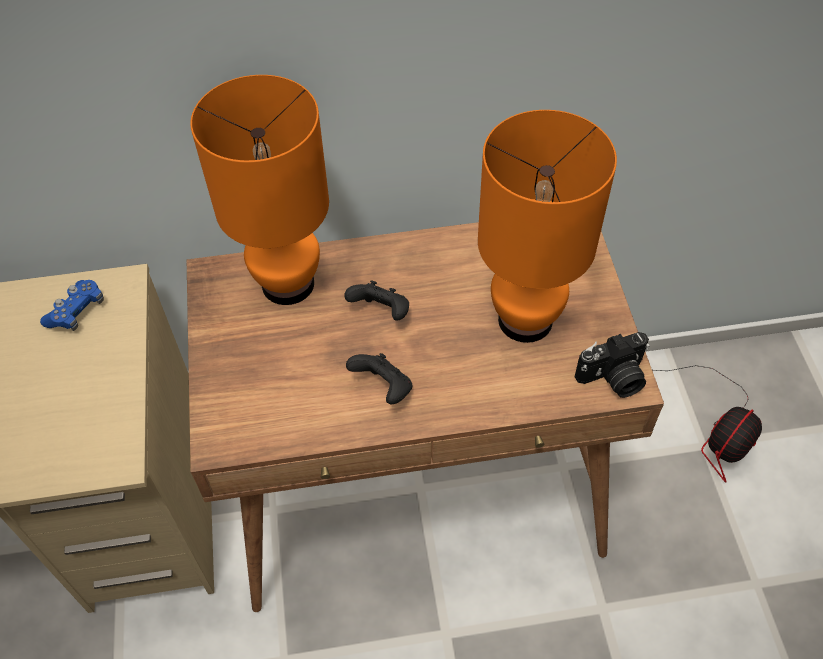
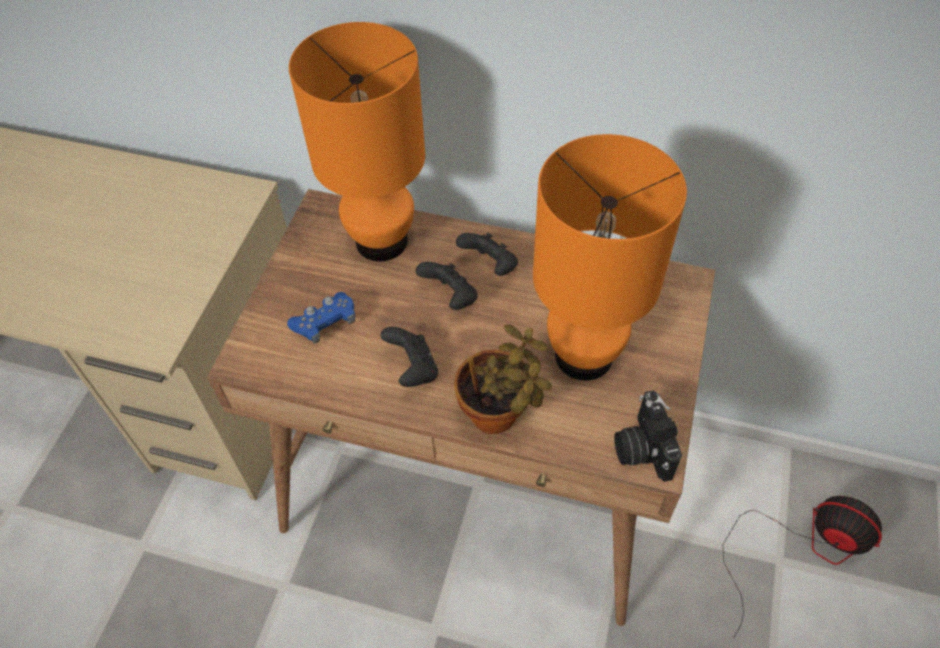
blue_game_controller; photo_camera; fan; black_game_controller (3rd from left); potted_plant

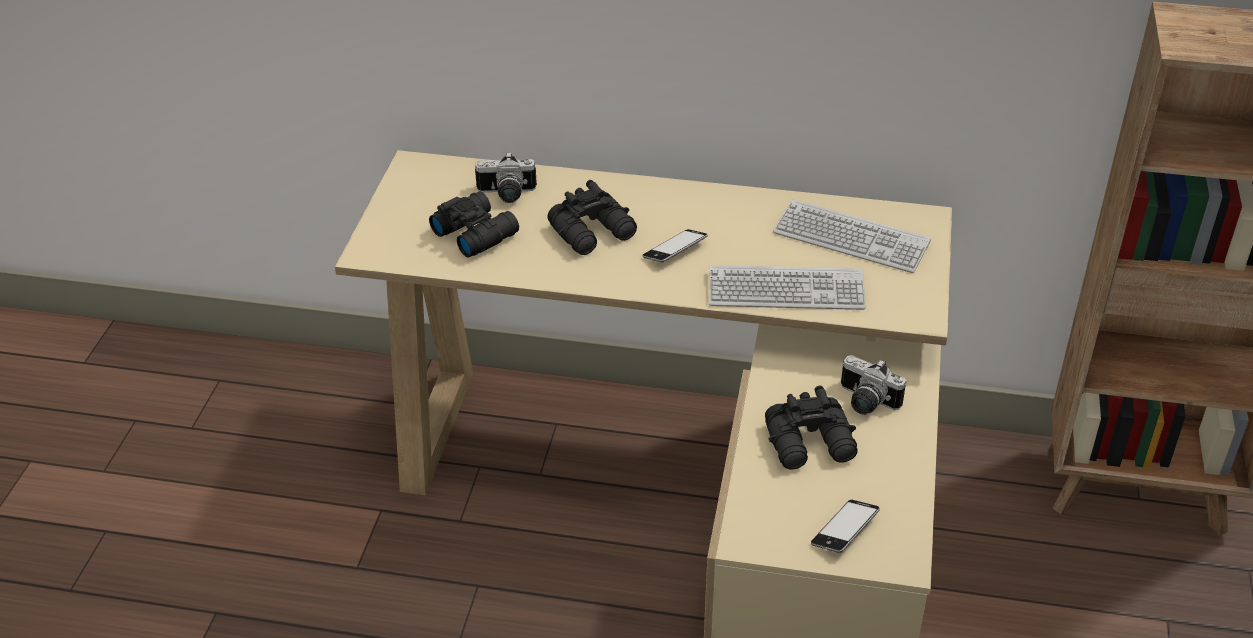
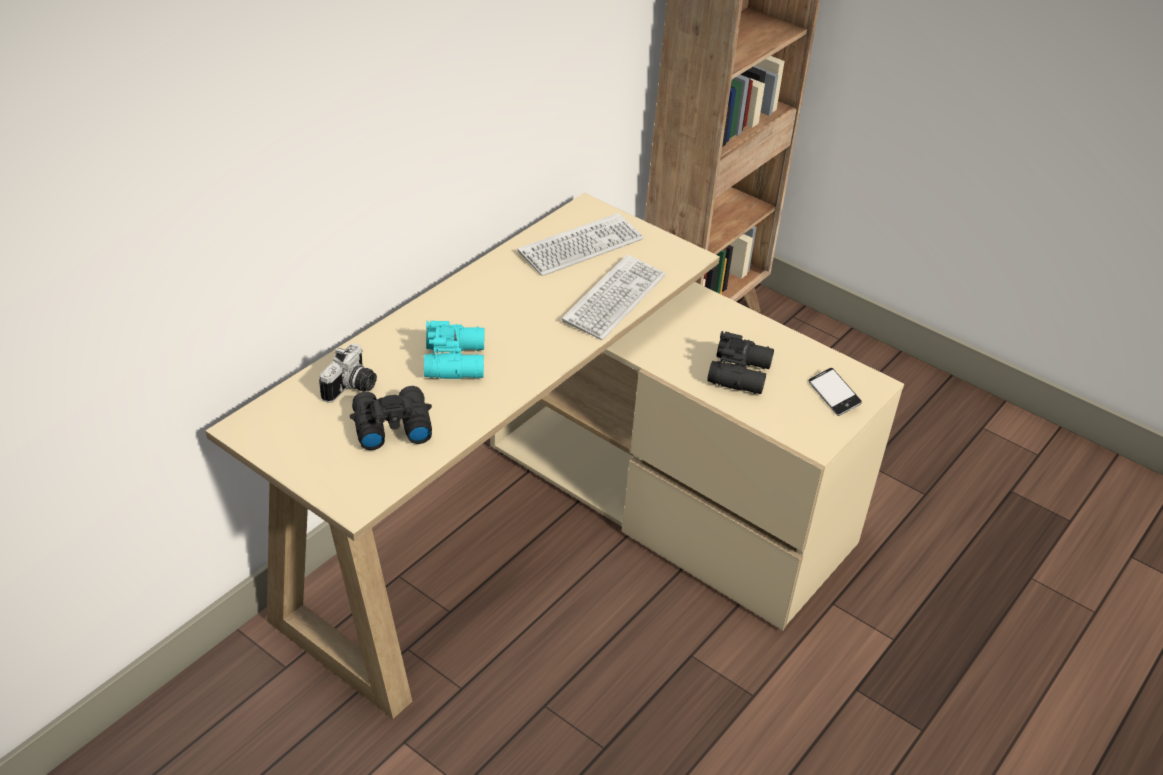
turquoise_binoculars; phone (1st from left in the first image); photo_camera (2nd from left in the first image)

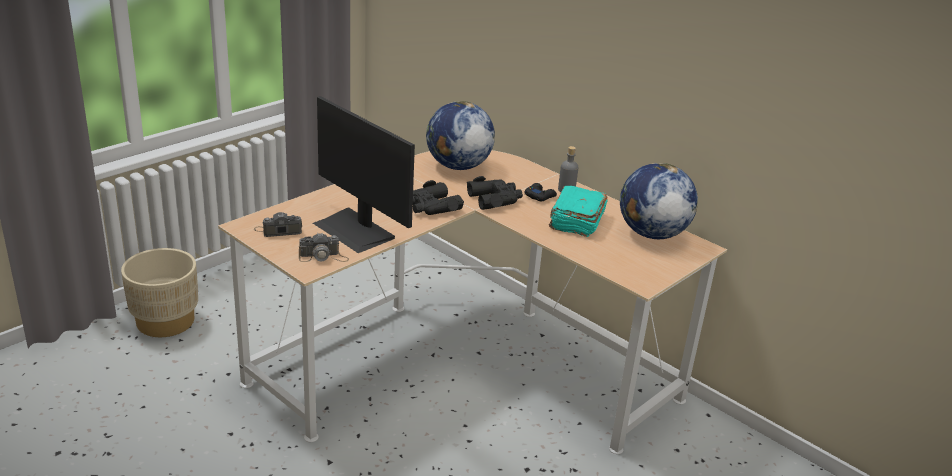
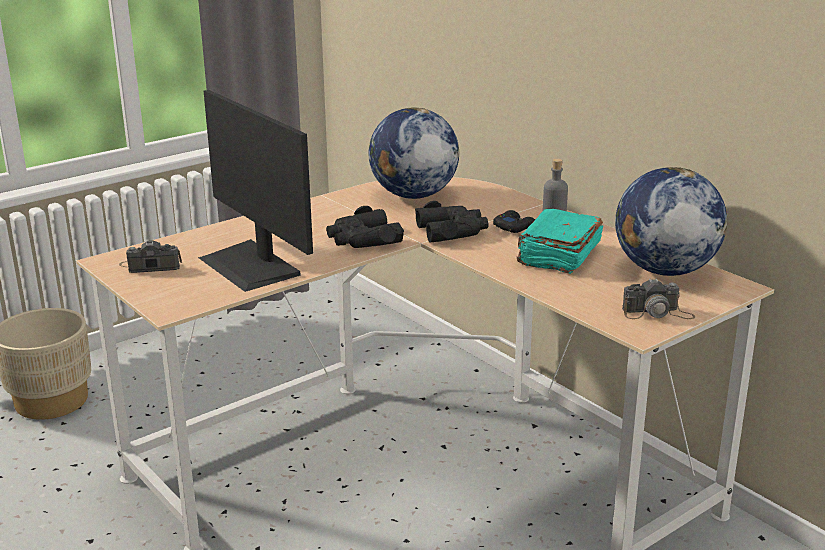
photo_camera (2nd from left)

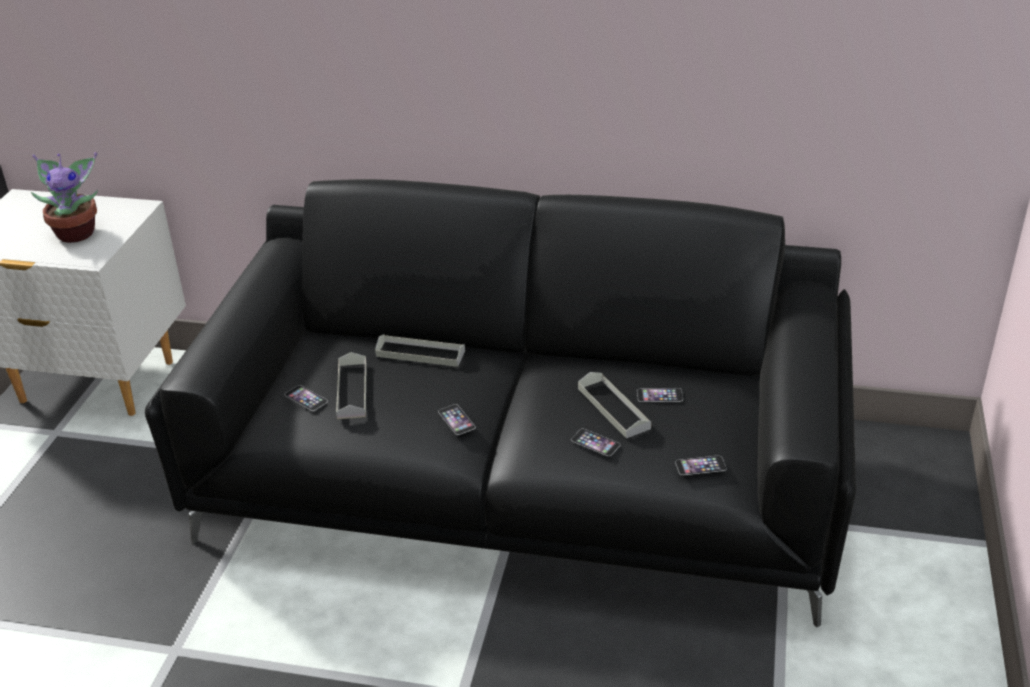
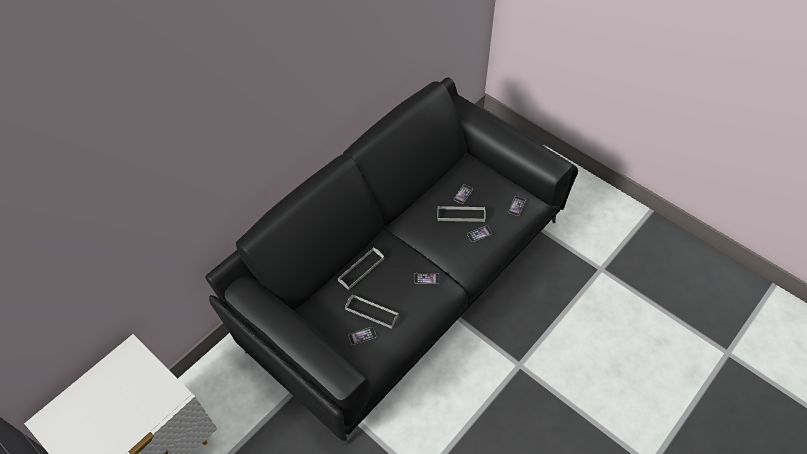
potted_plant

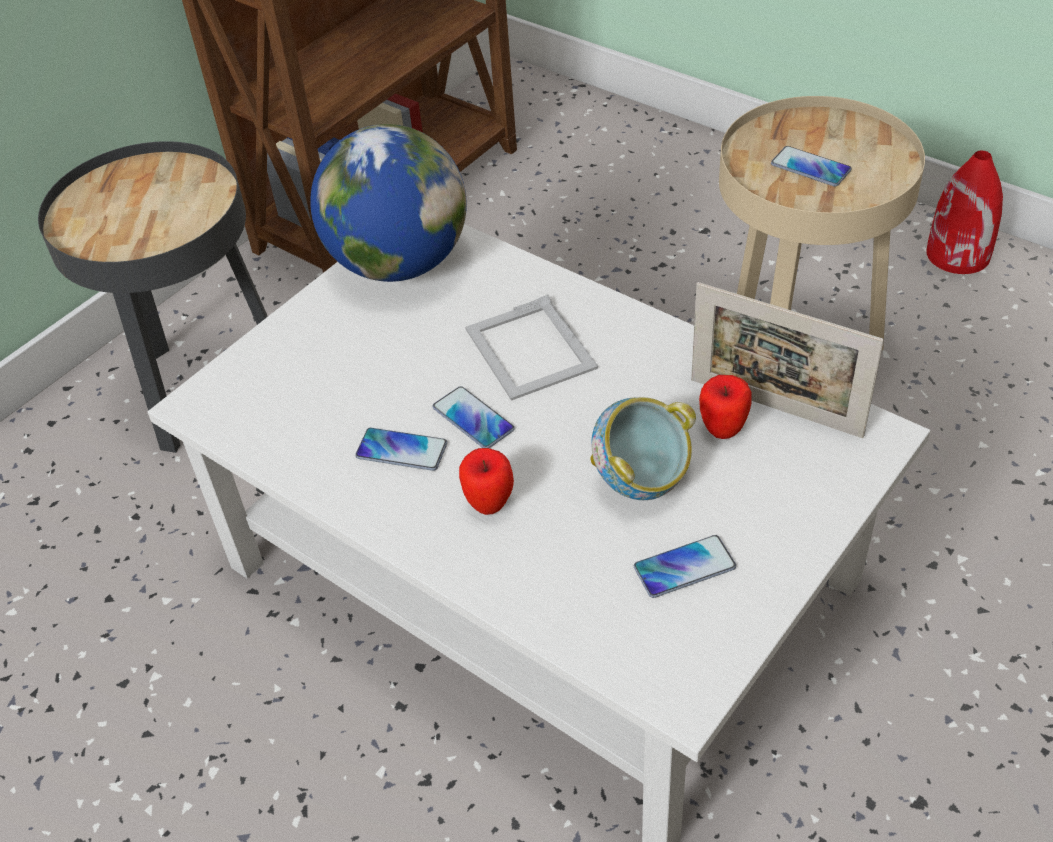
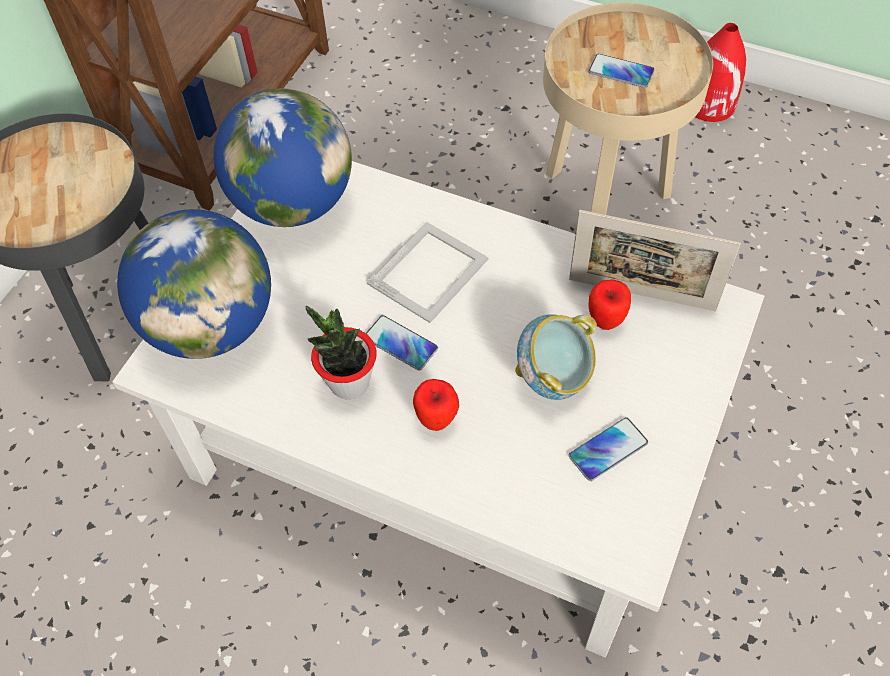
picture_frame (1st from left); potted_plant; globe (1st from left)

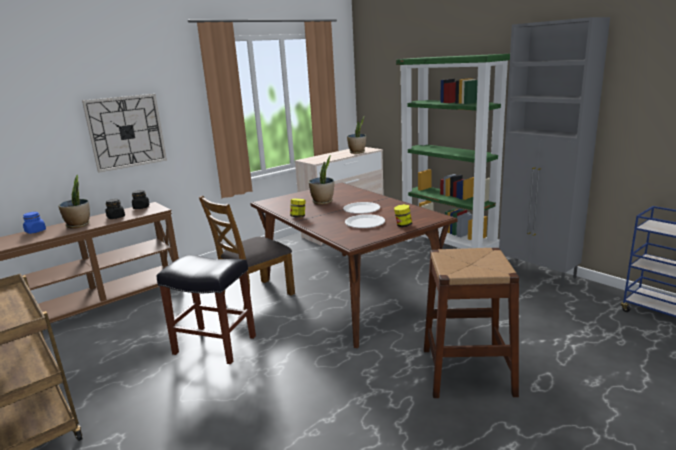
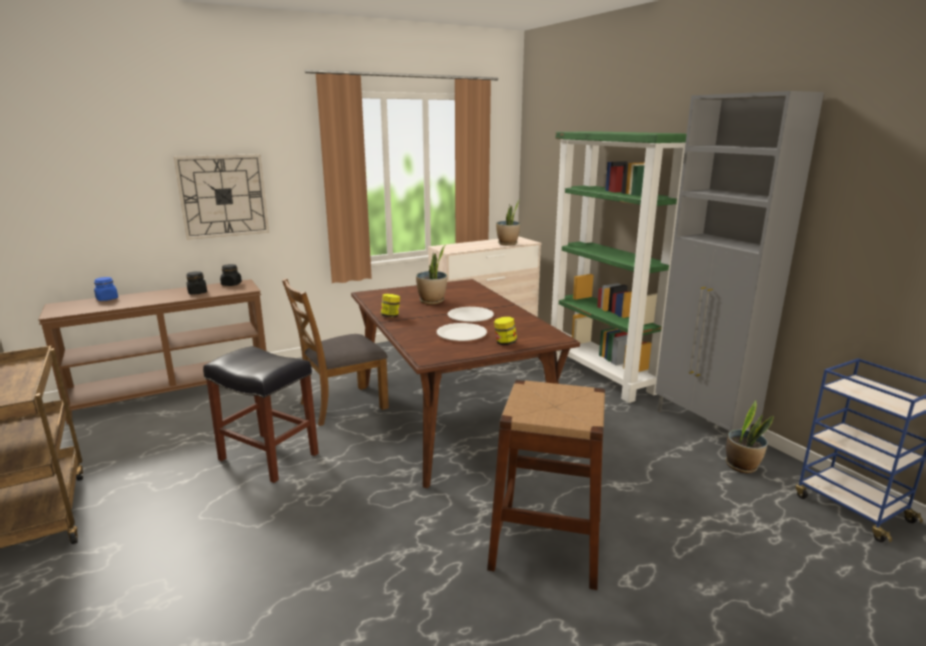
potted_plant (3rd from left)

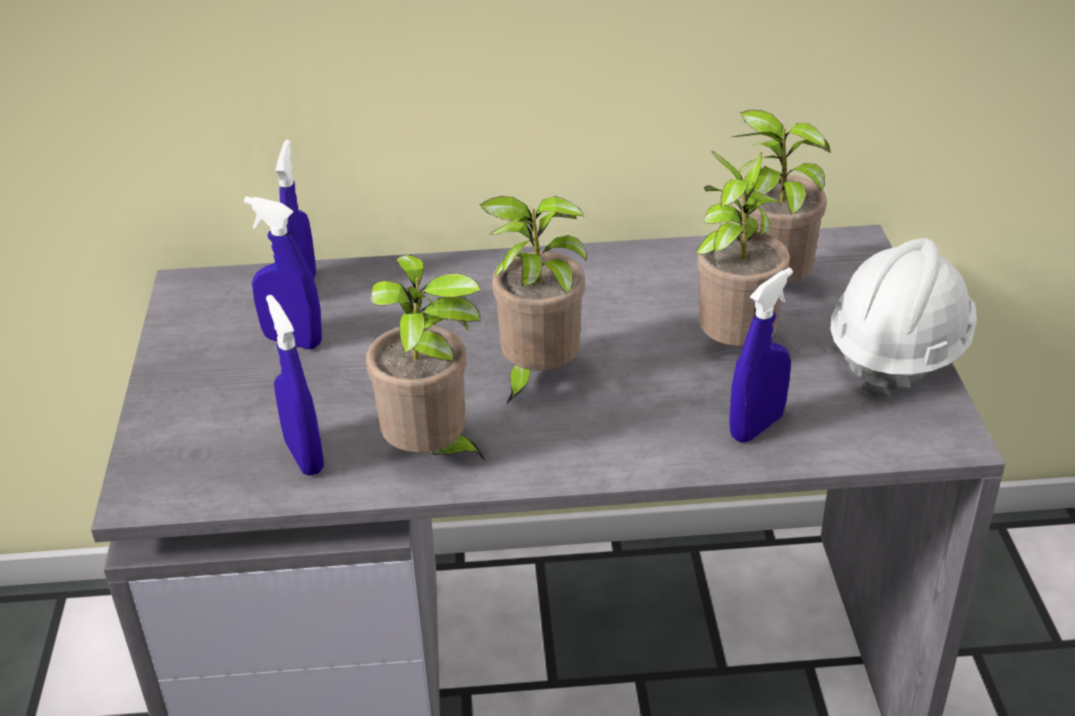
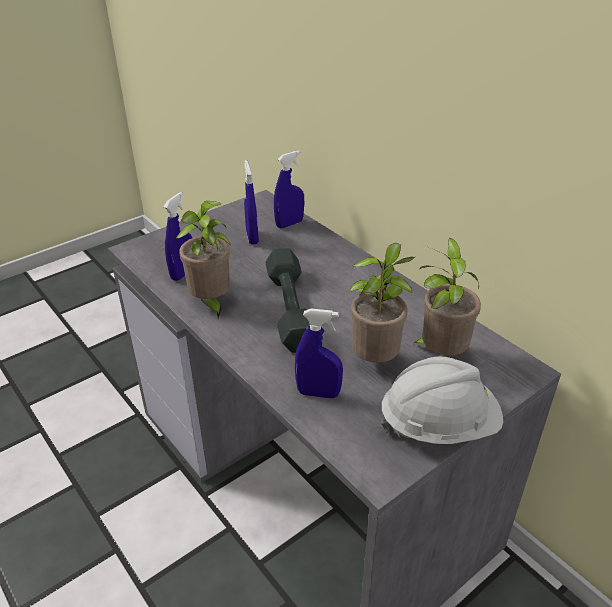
grey_dumbbell

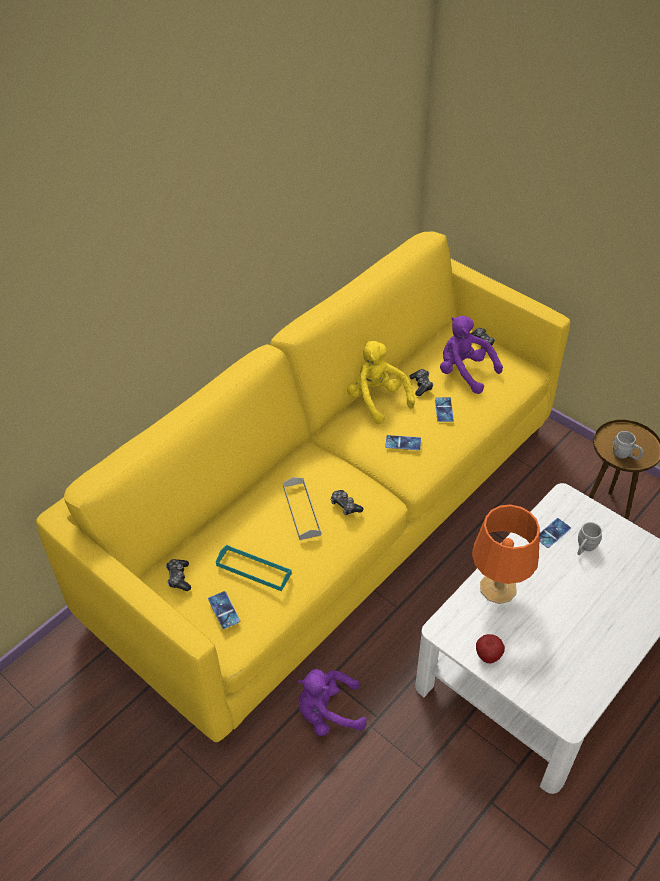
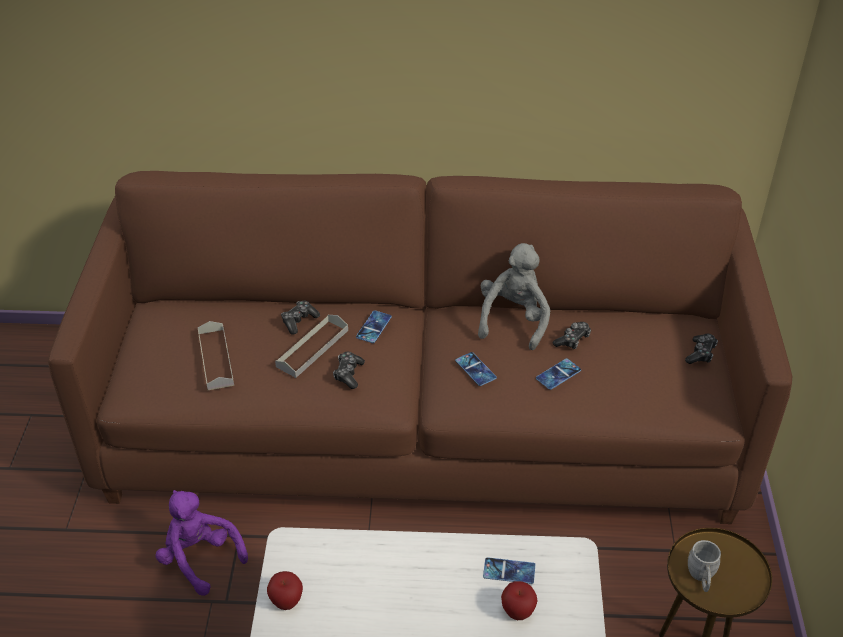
brown_sofa; purple_plush_toy (2nd from left in the first image); grey_plush_toy; orange_table_lamp; apple (2nd from left); grey_tray (1st from left); game_controller (1st from left); phone (1st from left)

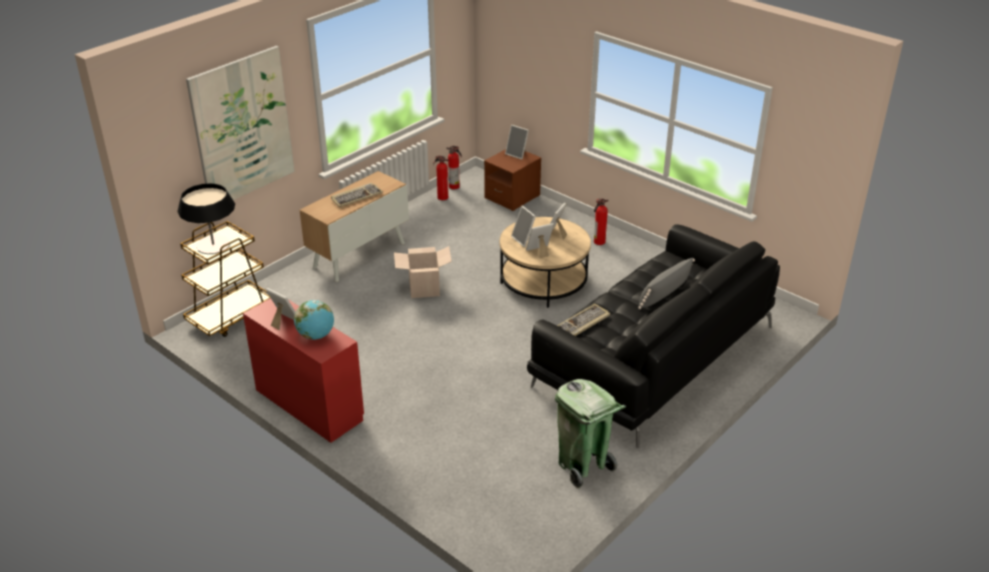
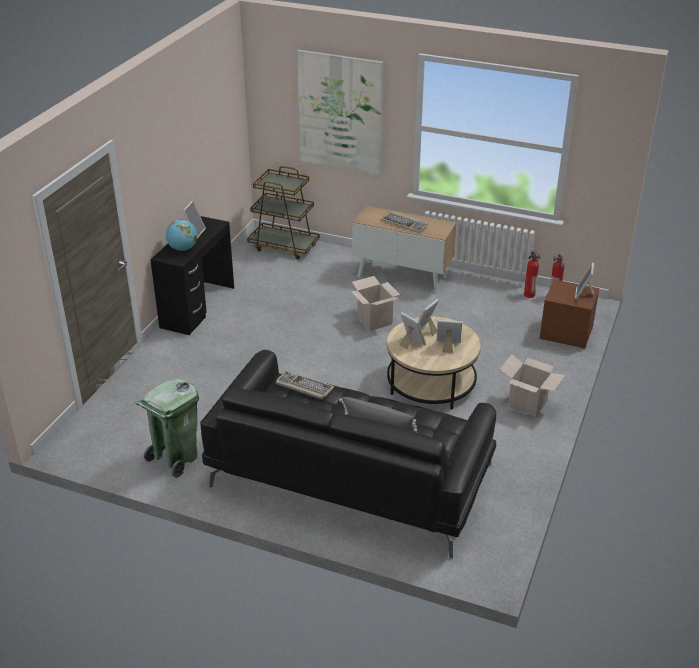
table_lamp; cardboard_box (2nd from left); black_desk

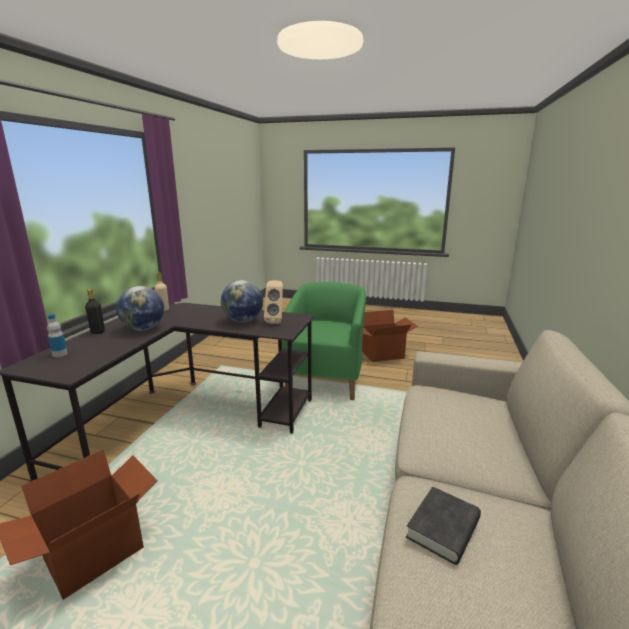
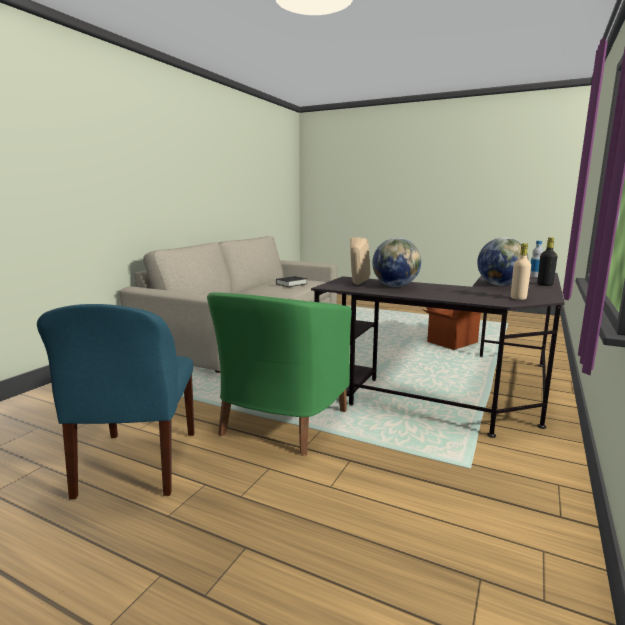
blue_chair

